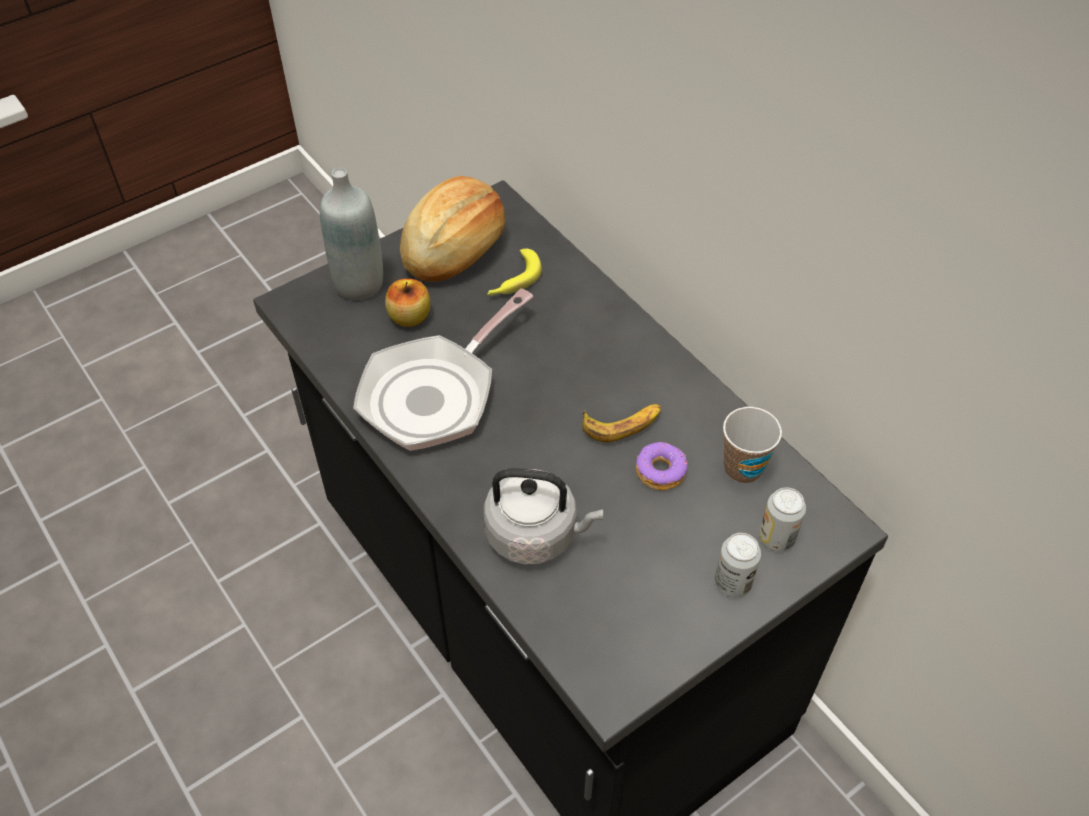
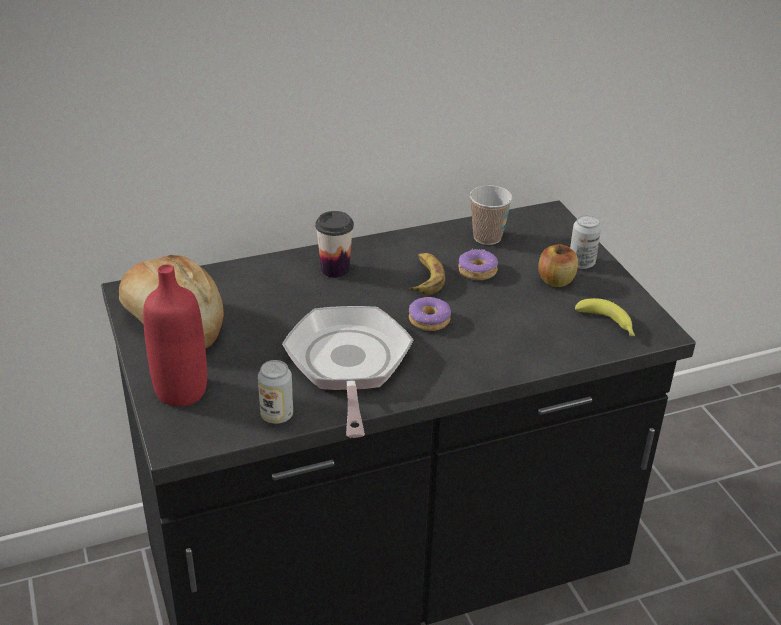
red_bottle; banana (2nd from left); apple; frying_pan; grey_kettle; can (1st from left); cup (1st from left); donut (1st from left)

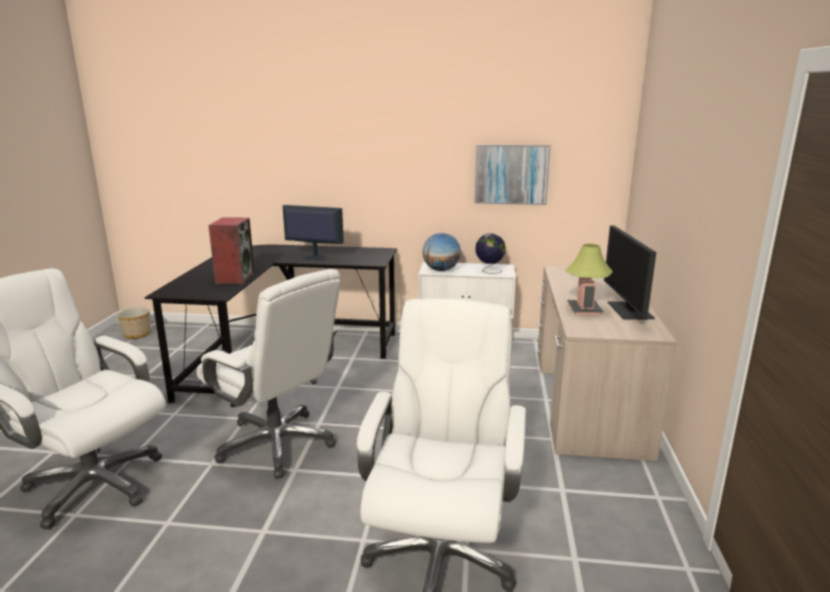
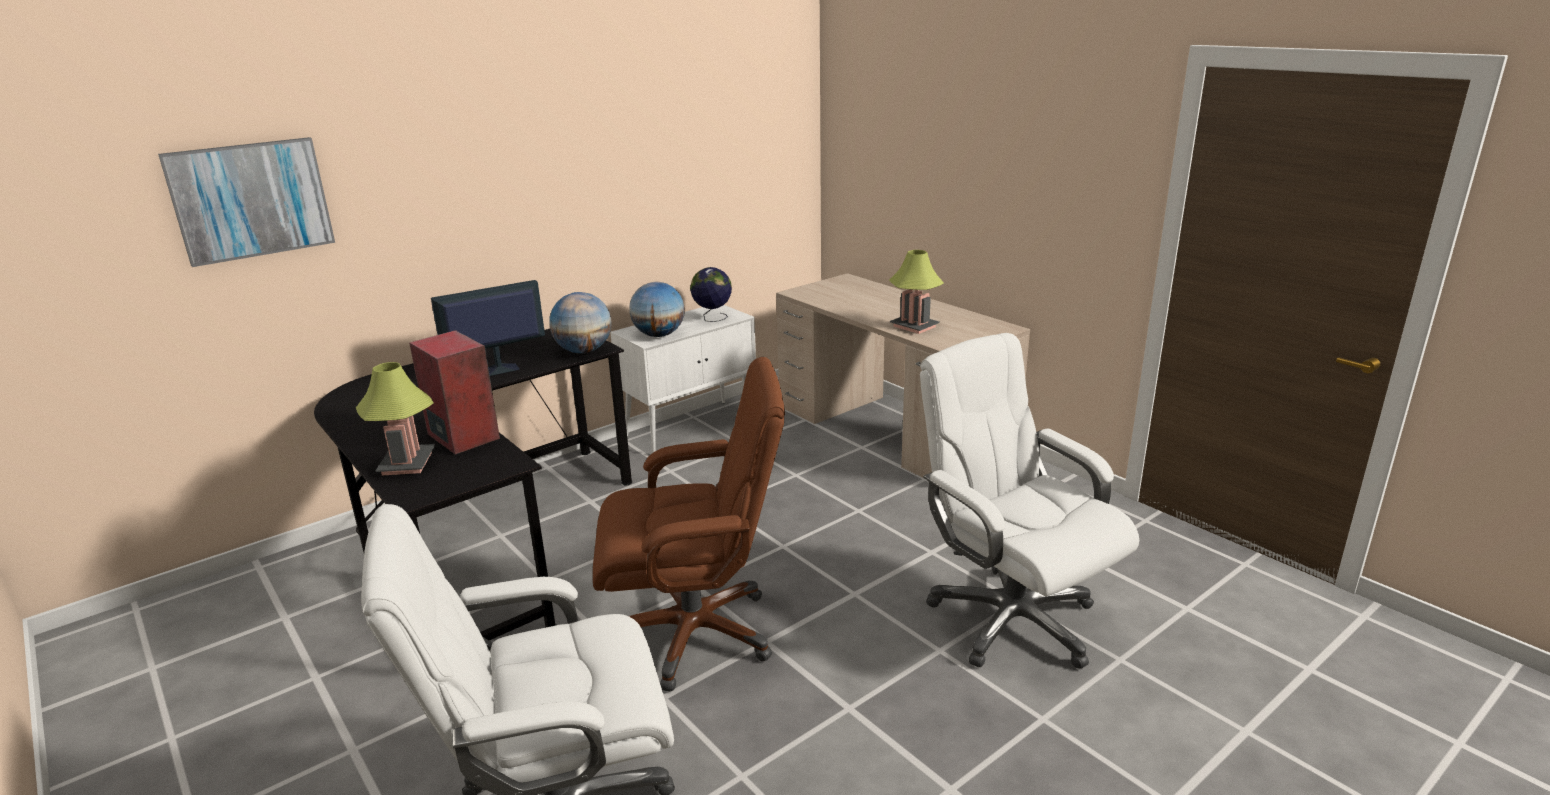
picture; monitor (2nd from left in the first image); brown_office_chair; planter; globe (1st from left); table_lamp (1st from left)

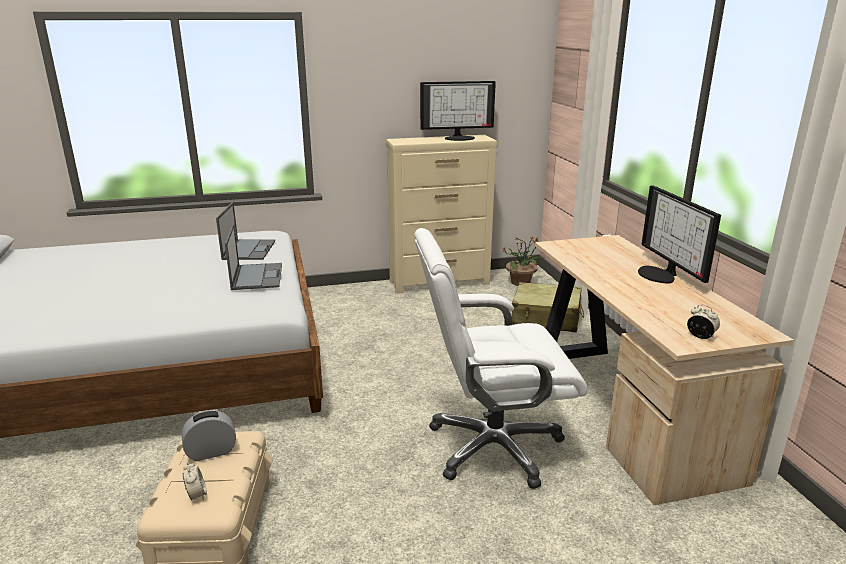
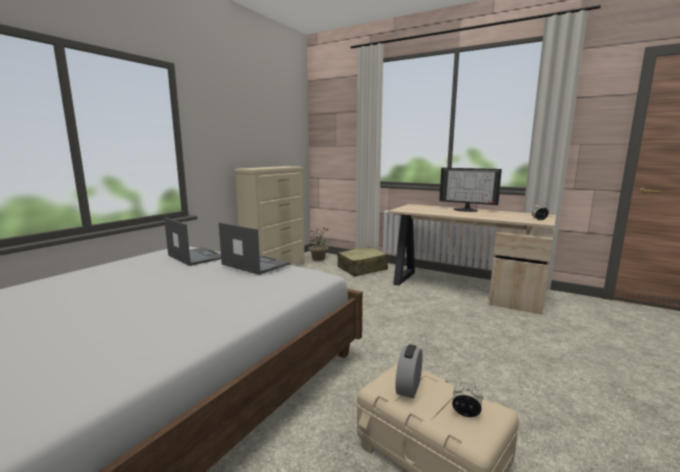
monitor (1st from left in the first image); white_office_chair

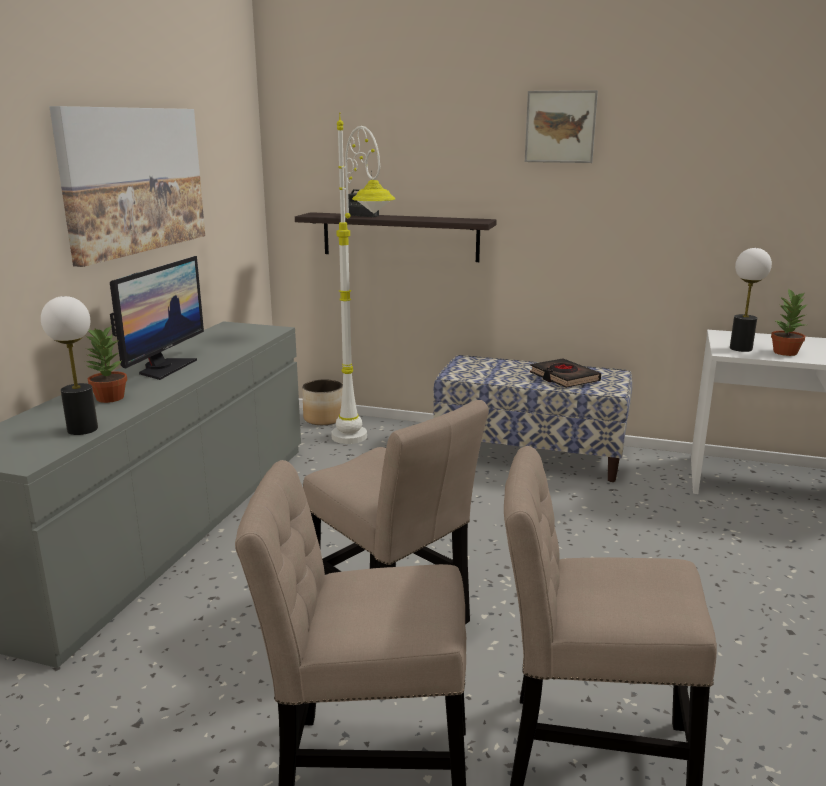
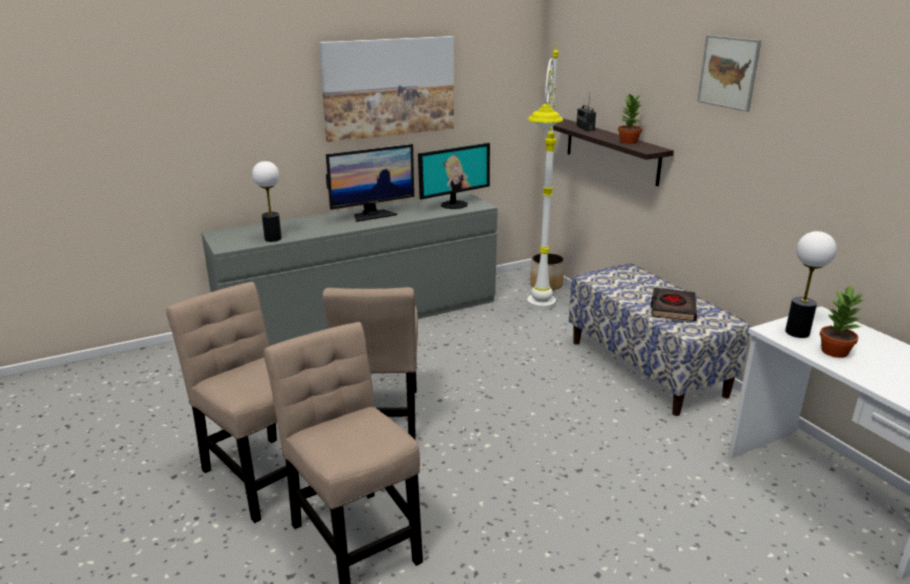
potted_plant (1st from left); monitor (2nd from left)

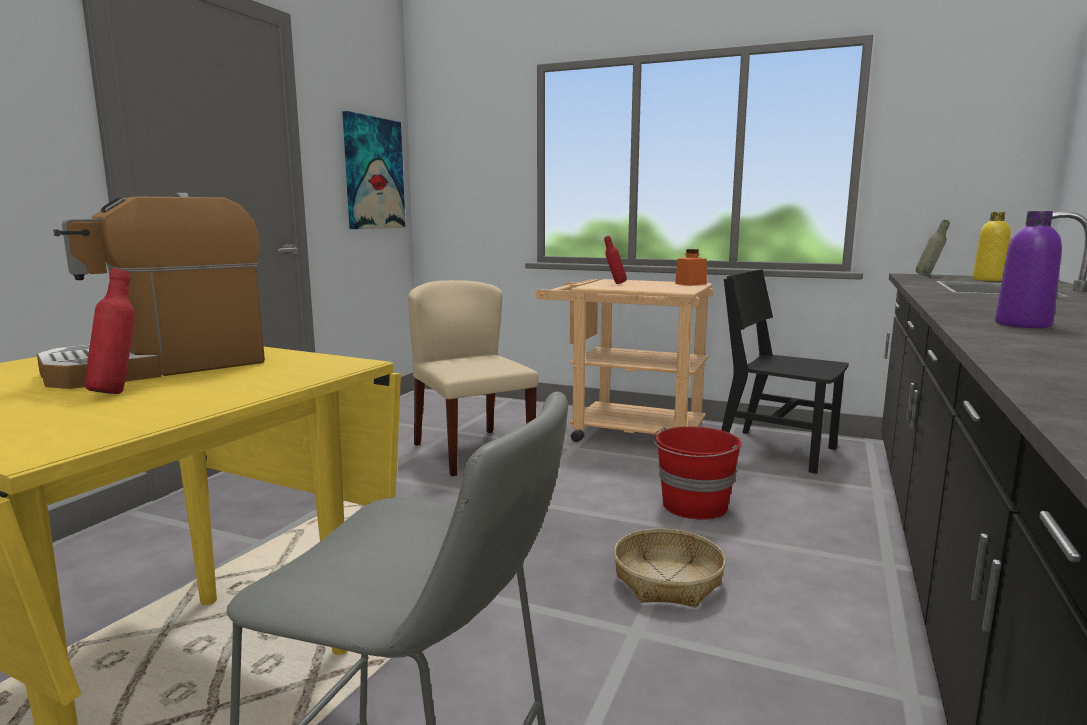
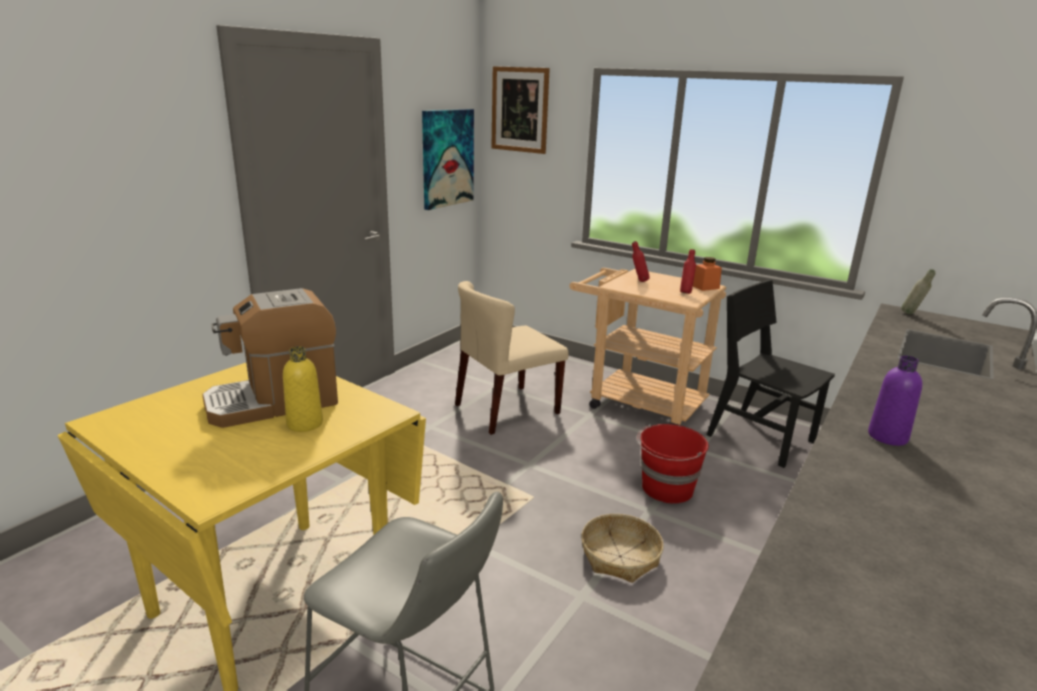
yellow_bottle; red_bottle (2nd from left); beige_chair; picture (2nd from left)

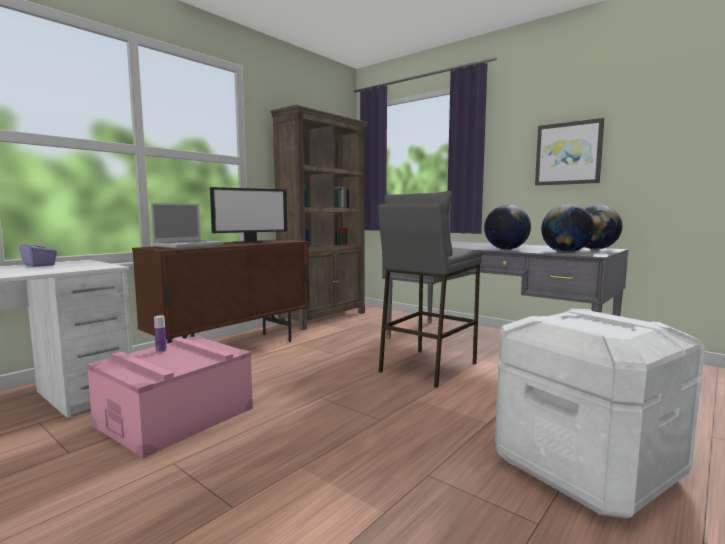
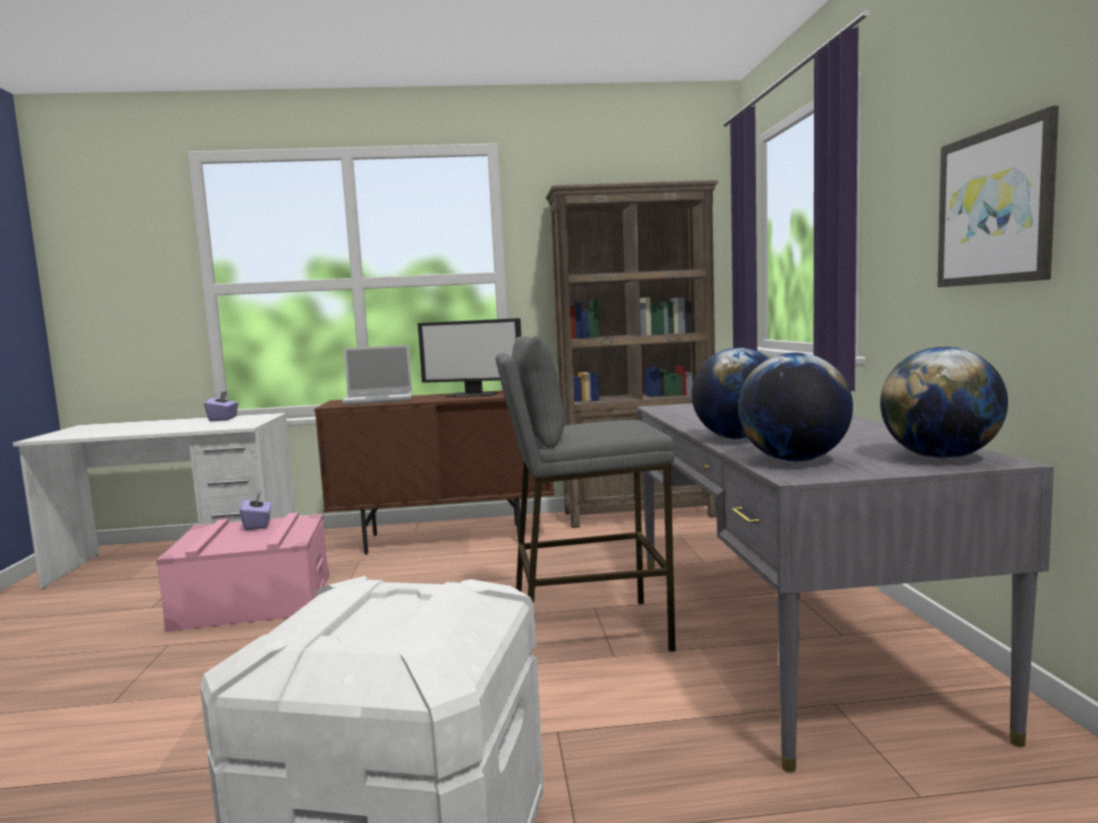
purple_tissue_box (2nd from left)

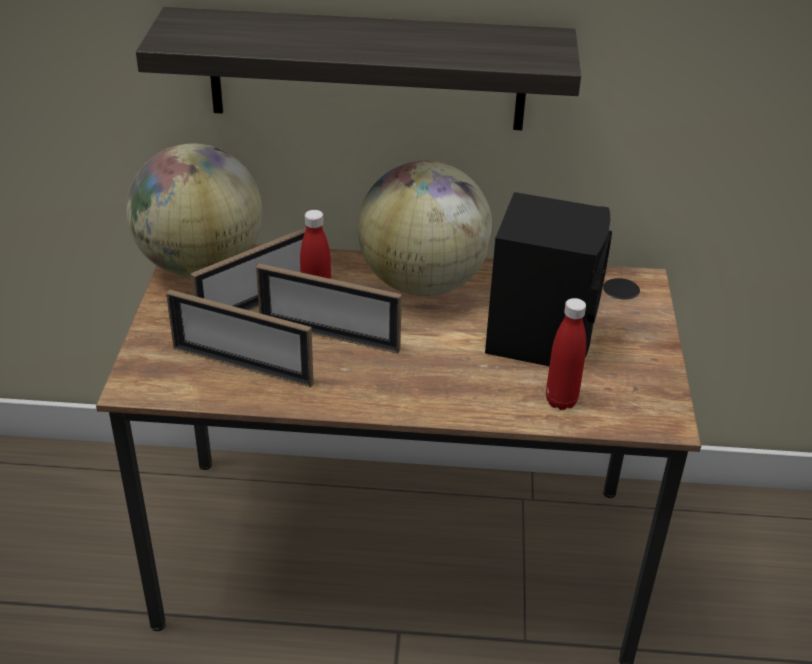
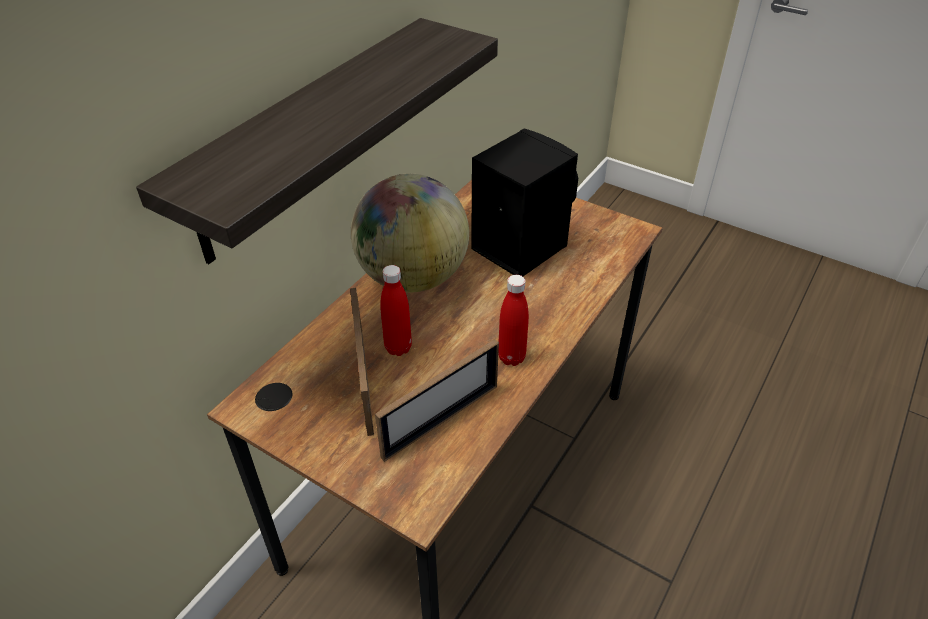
globe (1st from left in the first image); picture_frame (3rd from left in the first image); red_bottle (2nd from left)

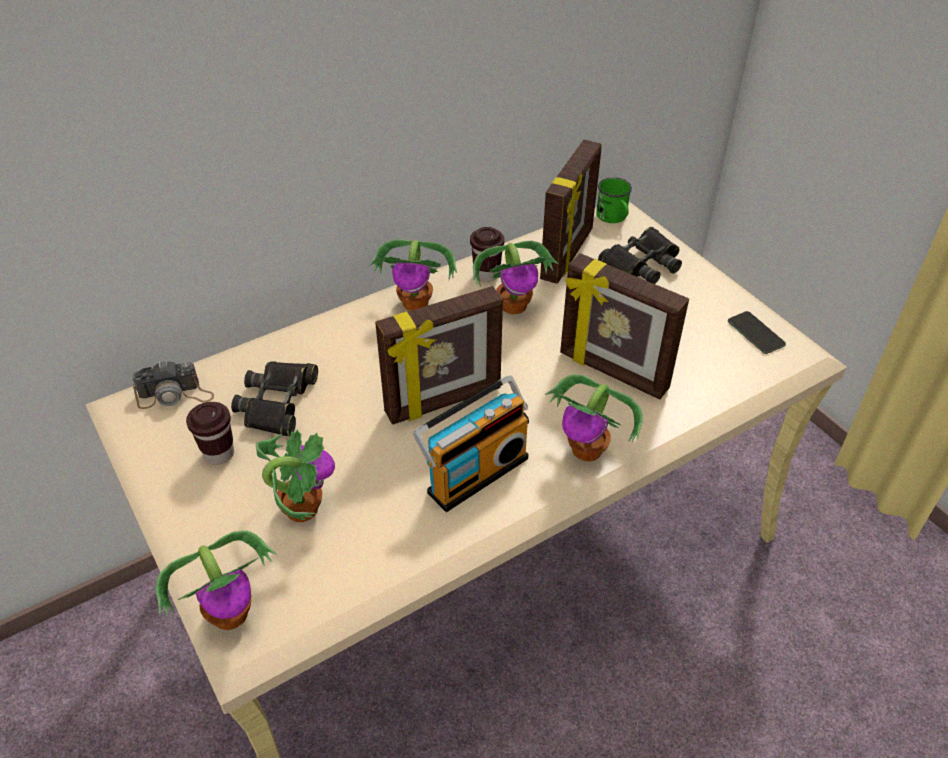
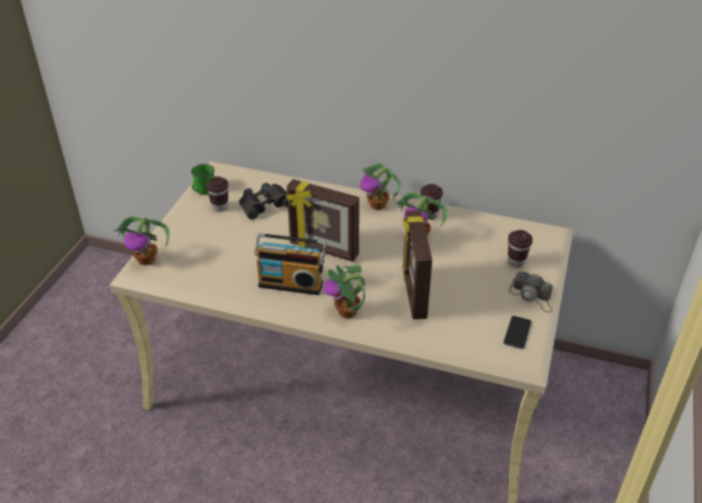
picture_frame (2nd from left in the first image); green_mug; brown_cup (3rd from left); photo_camera; potted_plant (2nd from left in the first image)

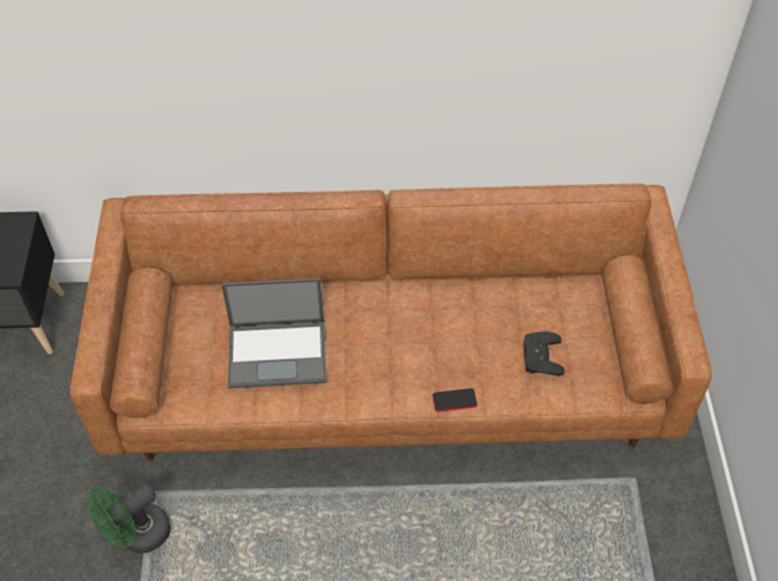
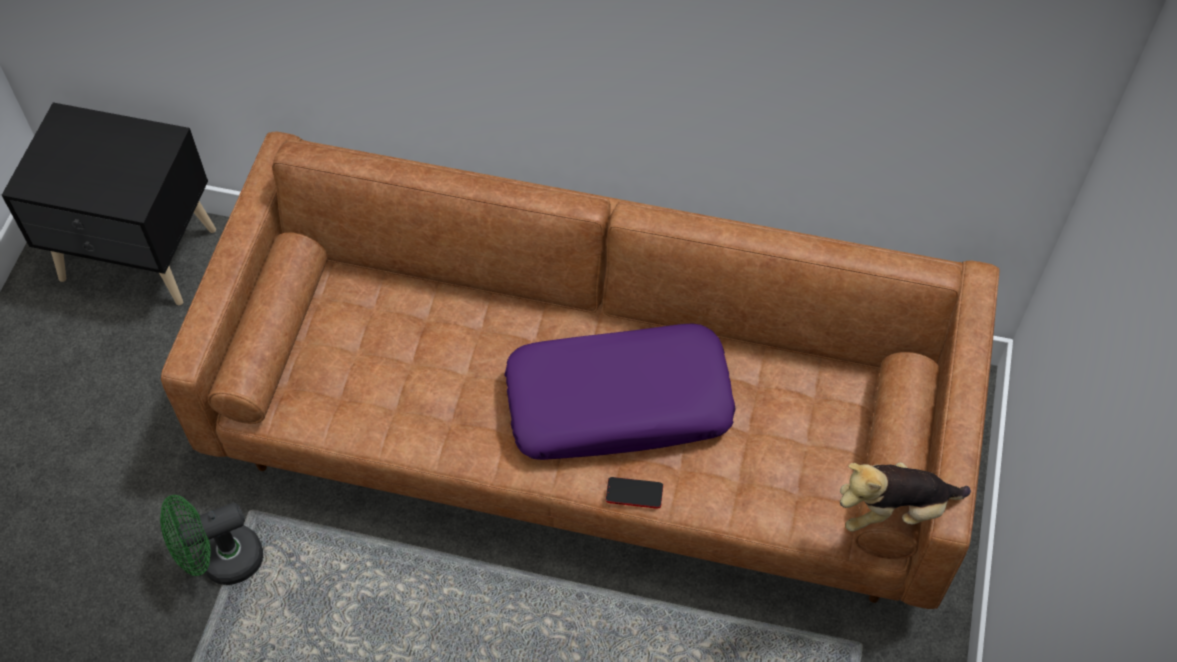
laptop; black_game_controller; purple_pillow; plush_toy

